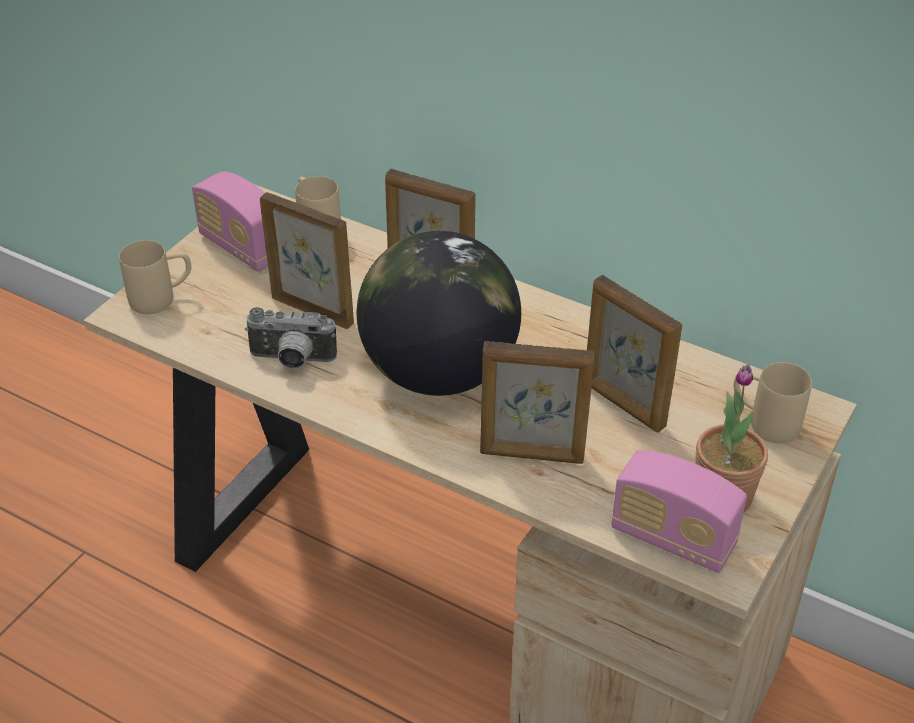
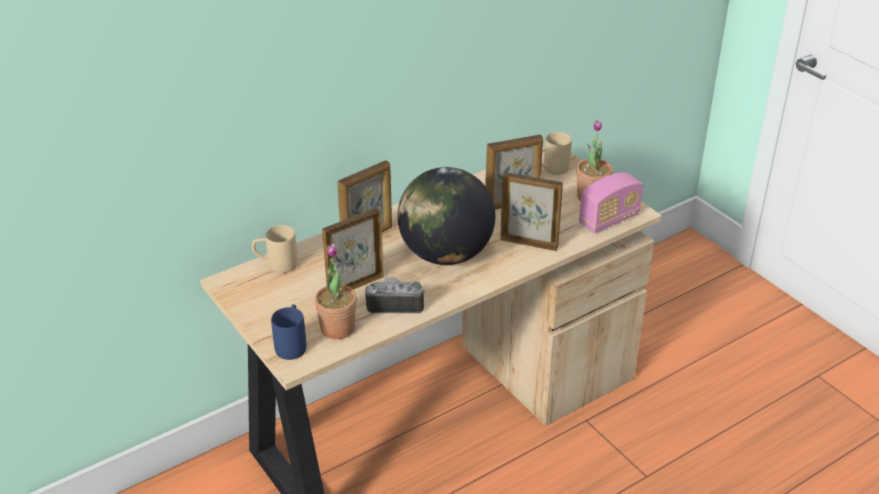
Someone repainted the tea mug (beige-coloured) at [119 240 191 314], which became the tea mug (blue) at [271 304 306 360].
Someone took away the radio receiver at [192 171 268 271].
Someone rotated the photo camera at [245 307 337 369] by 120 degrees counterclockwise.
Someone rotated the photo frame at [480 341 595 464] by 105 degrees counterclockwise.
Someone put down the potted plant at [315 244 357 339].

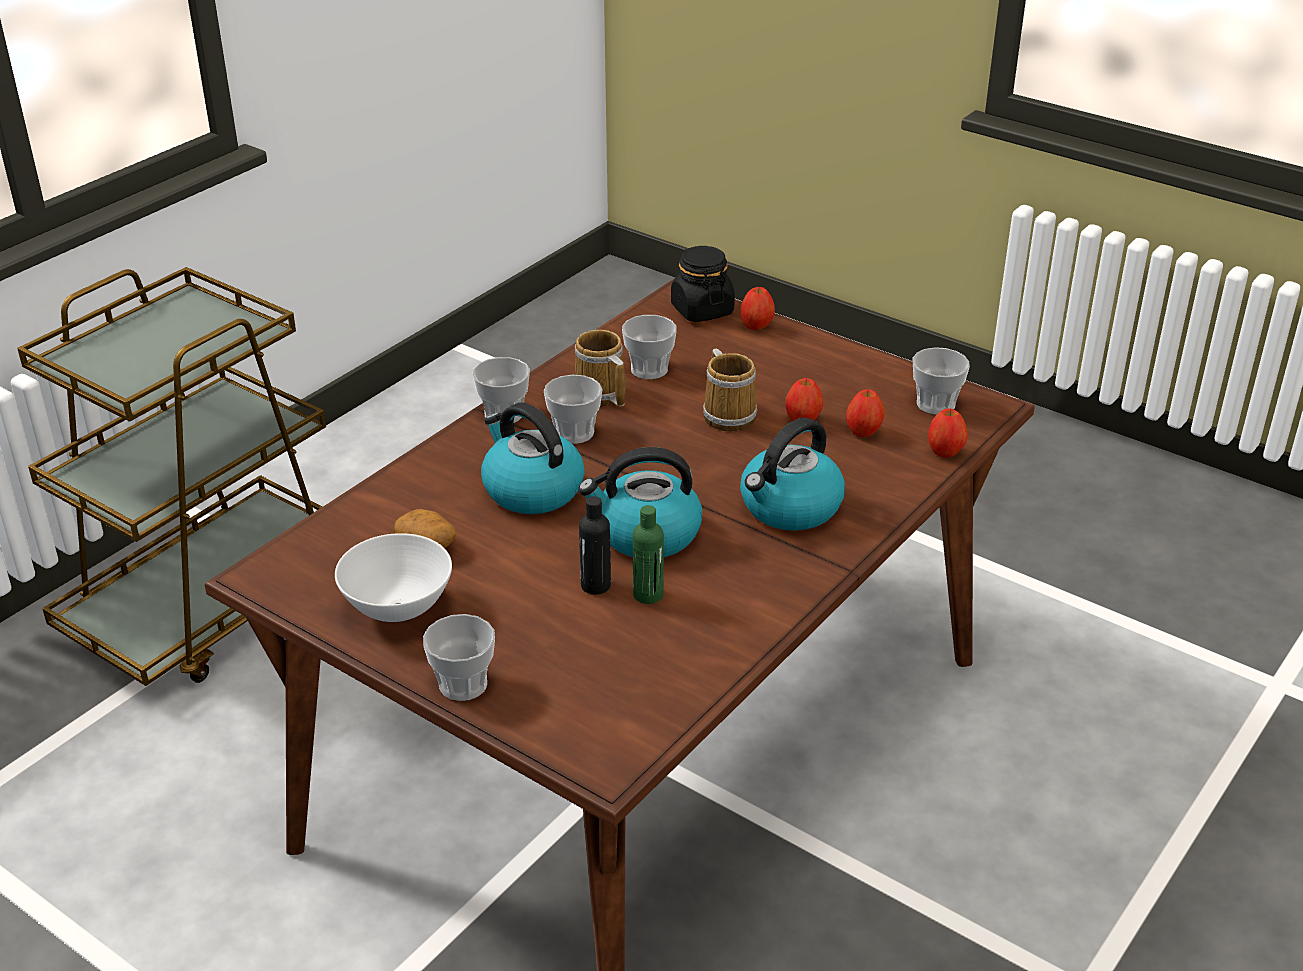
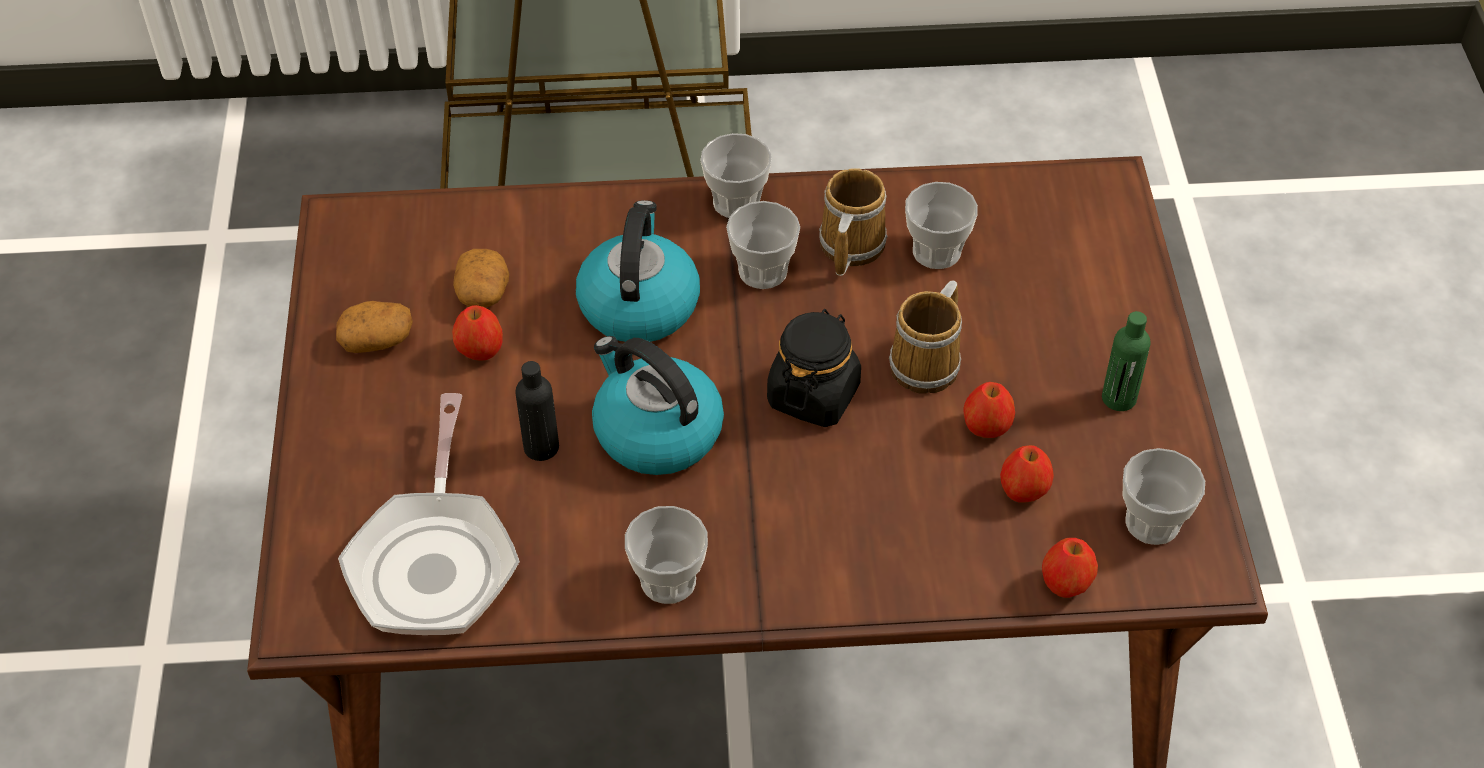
Someone swapped the deep dish (whitish) at [335 533 452 622] for the potato at [336 301 413 353].
Someone carried the cup from [423 614 495 701] to [625 506 708 604].
Someone carried the drink bottle (green-coloured) from [633 505 664 604] to [1102 311 1150 411].
Someone carried the storage jar (black-coloured) from [671 246 735 322] to [767 309 861 427].
Someone carried the apple from [740 287 775 330] to [452 305 503 361].
Someone took away the tea kettle at [740 418 845 531].
Someone put down the skillet at [338 393 520 635].

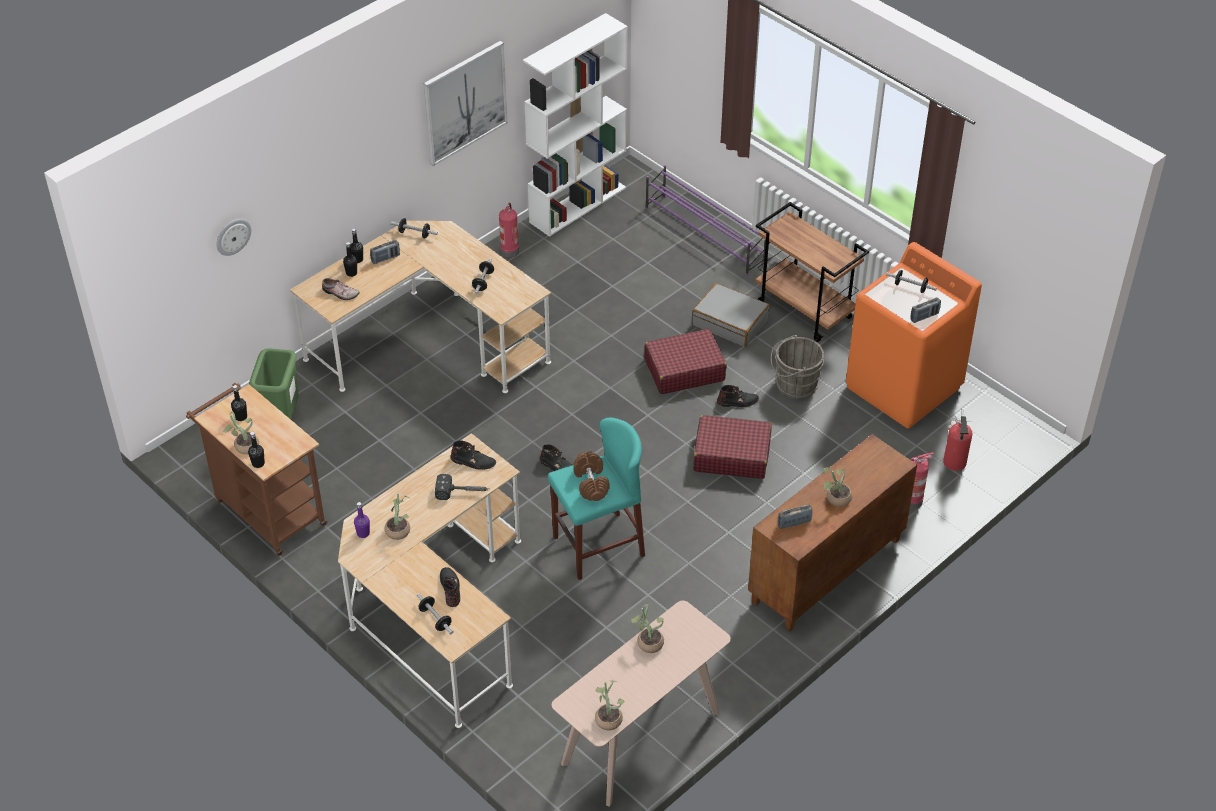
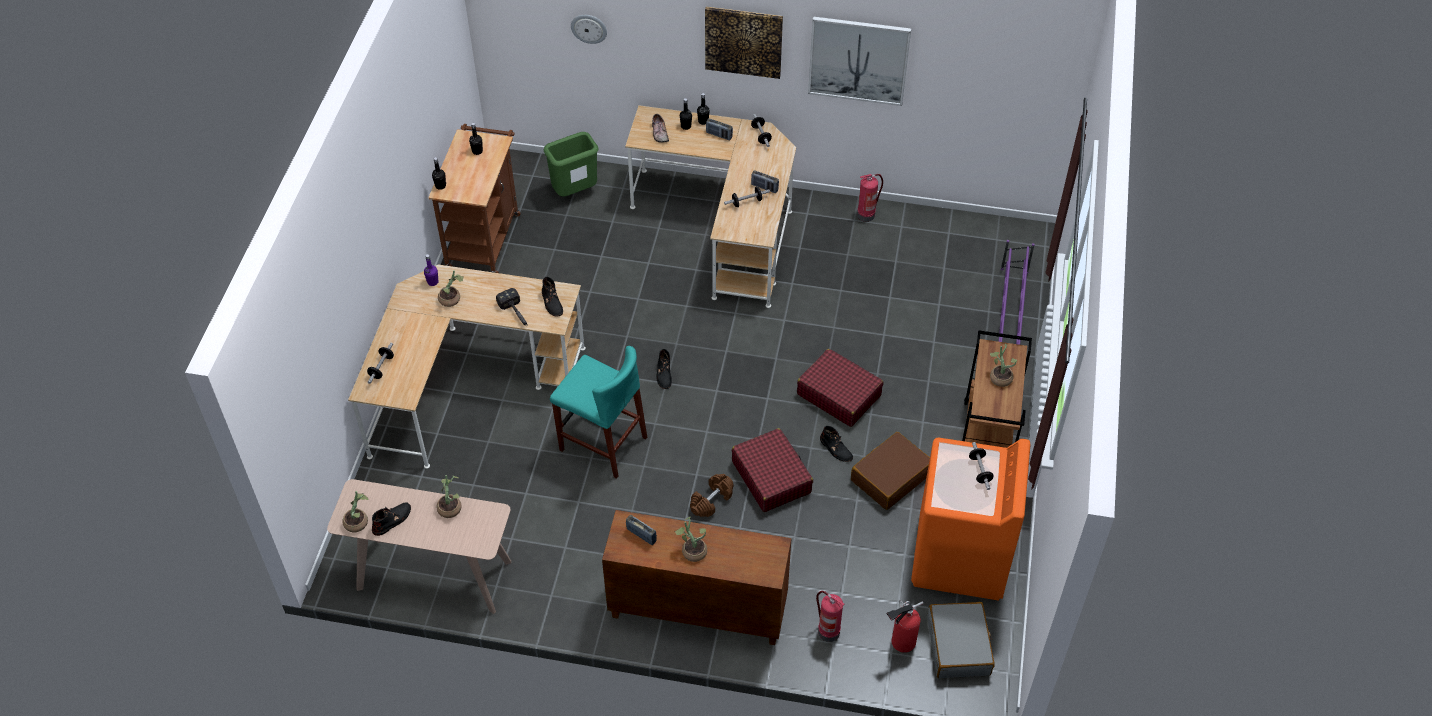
Someone carried the potted plant from [223 411 259 454] to [990 344 1017 387].
Someone carried the tall boot (black-coloured) from [440 567 460 607] to [372 502 411 536].
Someone took away the shelving unit (whitish) at [523 13 628 237].
Someone carried the free weight (brown-coloured) from [573 451 609 501] to [690 474 734 517].
Someone carried the piece of luggage (gray) from [692 283 770 347] to [927 602 995 678].
Someone swapped the pail (gray) at [771 335 824 399] for the piece of luggage (brown-coloured) at [851 432 930 510].
Someone carried the radio receiver from [910 298 941 323] to [751 170 779 193].
Someone put up the picture at [705 7 783 79].

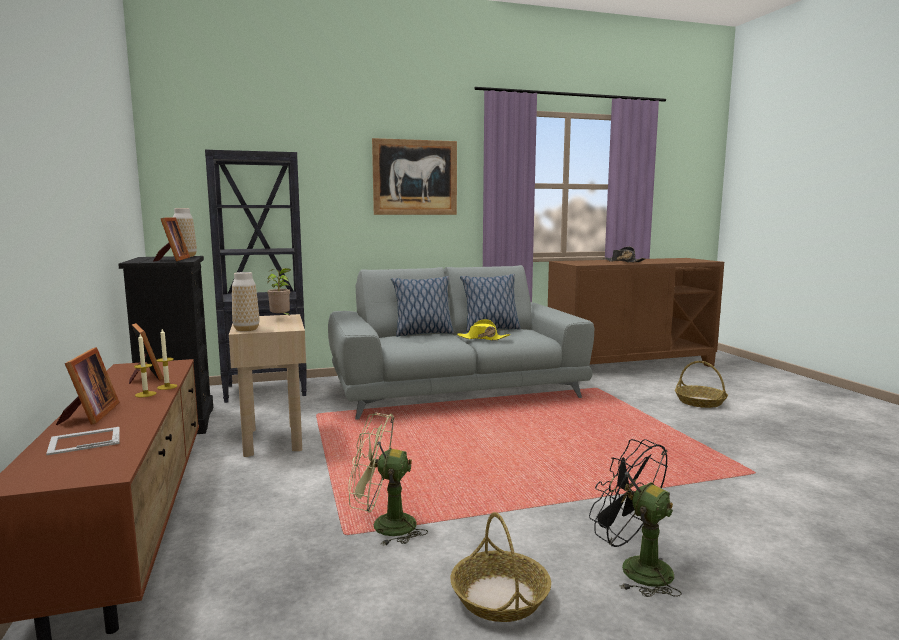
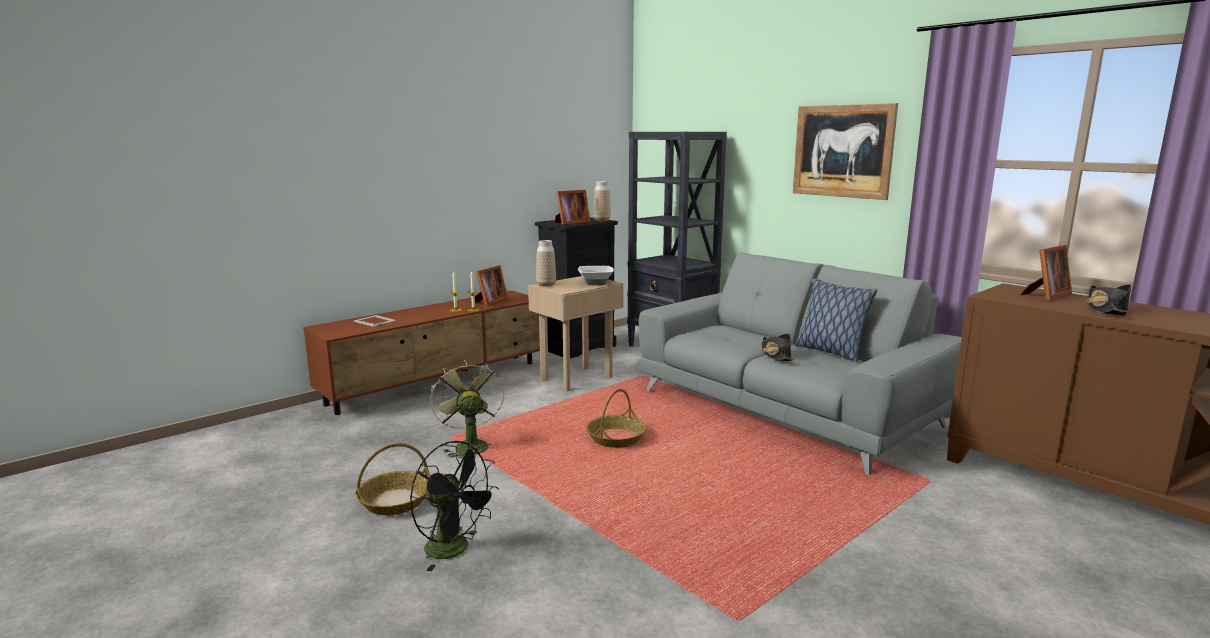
Someone carried the photo frame from [56 347 120 425] to [1020 245 1072 300].
Someone swapped the potted plant at [267 268 291 317] for the deep dish at [578 266 614 285].
Someone took away the cushion at [391 276 454 337].
Someone repainted the clothing hat (yellow-coloured) at [456 319 510 341], which became the clothing hat (black-coloured) at [761 334 794 361].
Someone rotated the cooling fan (black-coloured) at [589 439 682 597] by 105 degrees clockwise.
Someone carried the basket from [675 361 728 408] to [586 389 646 448].

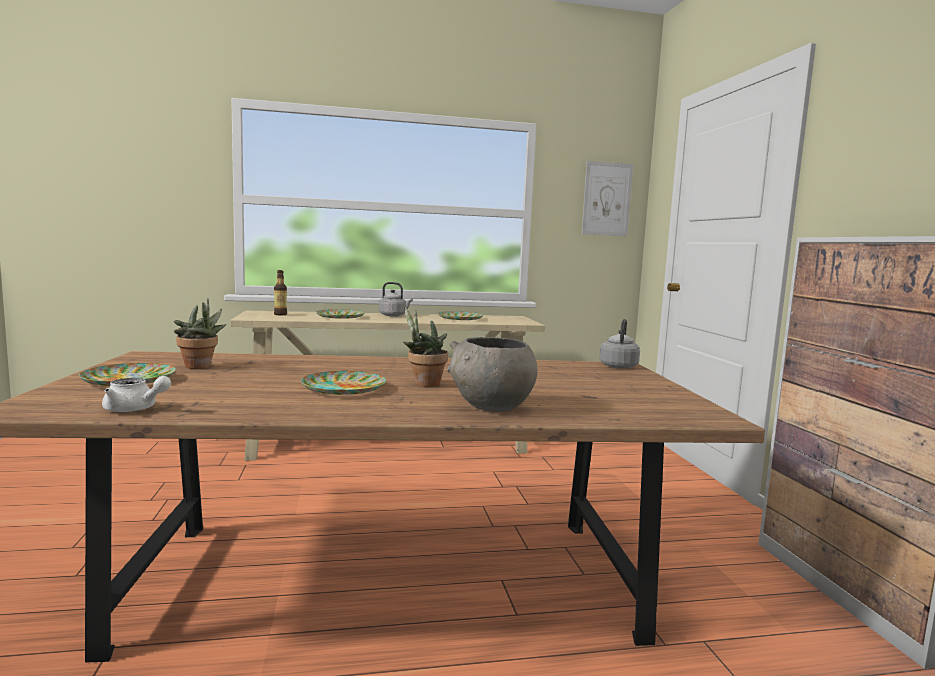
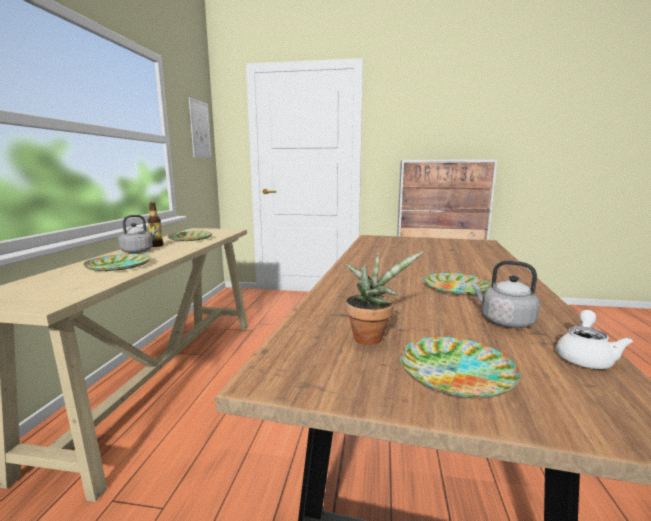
Someone carried the drink bottle from [274 270 287 315] to [148 202 163 247].
Someone took away the potted plant at [403 307 448 387].
Someone took away the deep dish (gray) at [447 337 537 412].
Someone carried the tea kettle (gray) from [600 319 640 369] to [472 260 540 328].

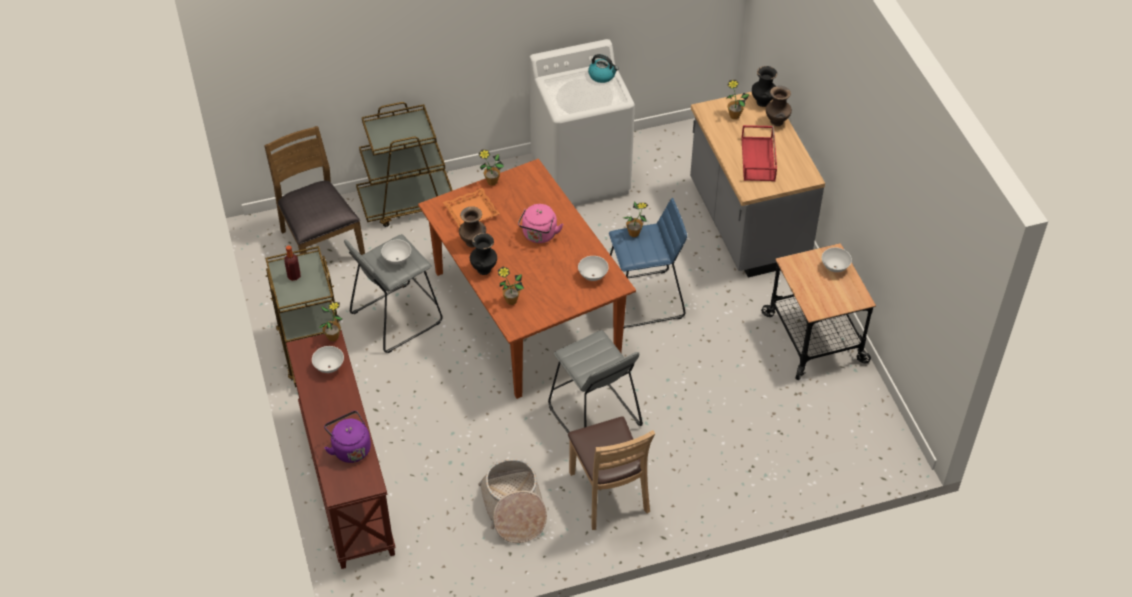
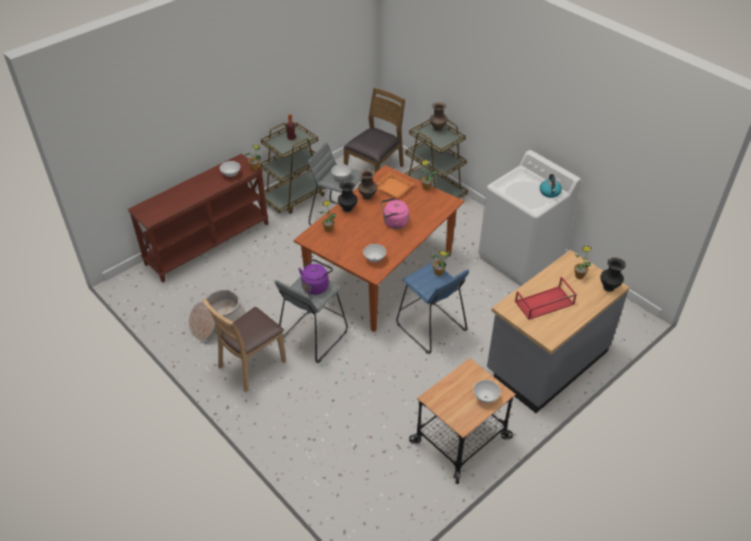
Someone carried the tea kettle (purple) from [324 411 371 463] to [298 259 333 295].
Someone carried the decorative vase (brown-coloured) from [766 86 792 126] to [430 102 447 131].

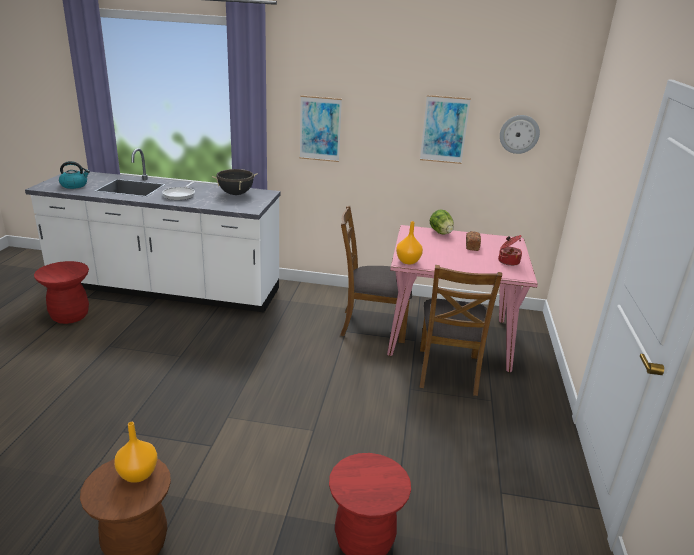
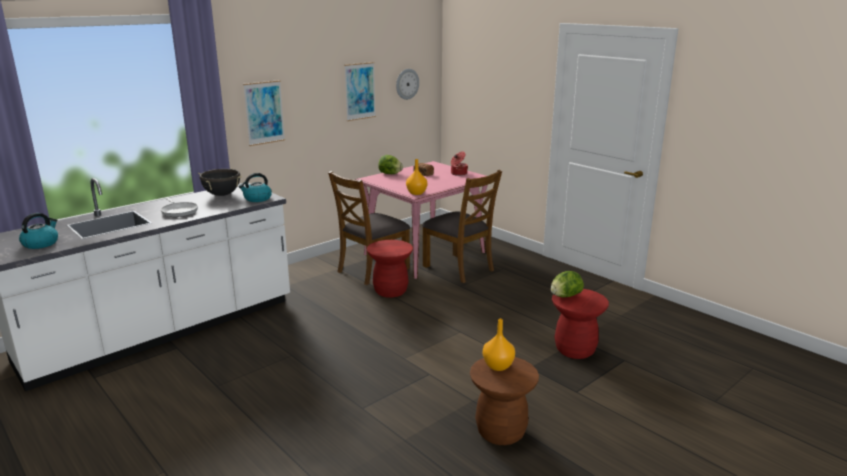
Someone carried the stool (red) from [34 261 89 324] to [367 240 413 298].
Someone put down the tea kettle at [239 173 272 202].
Someone put down the head of lettuce at [551 271 584 297].

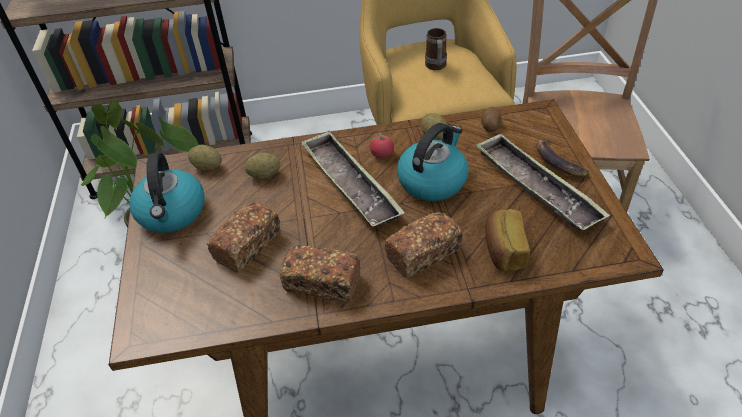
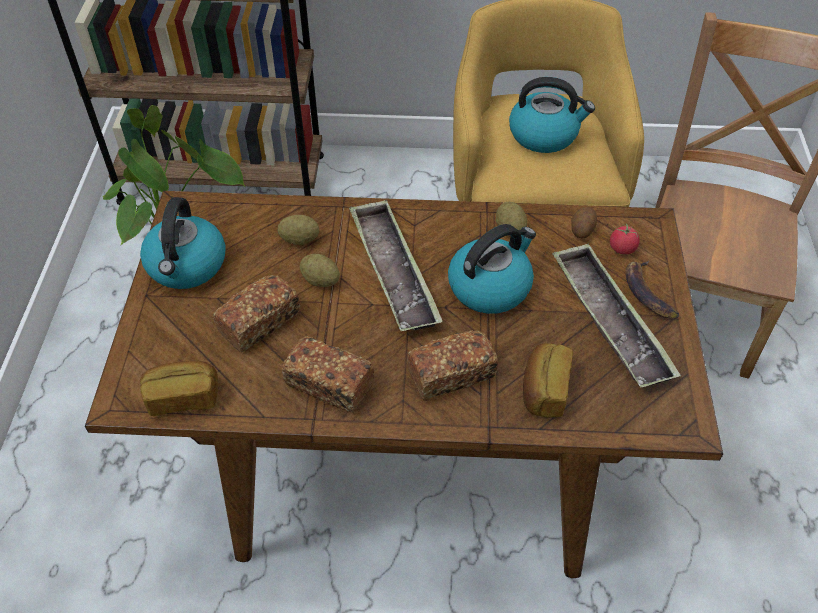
Someone carried the potato from [188 145 222 171] to [300 254 340 287].
Someone carried the tomato from [370 133 394 158] to [610 224 640 255].
Someone swapped the tea mug at [425 28 447 70] for the tea kettle at [509 77 595 153].
Someone put down the baked bread at [140 361 218 416].

